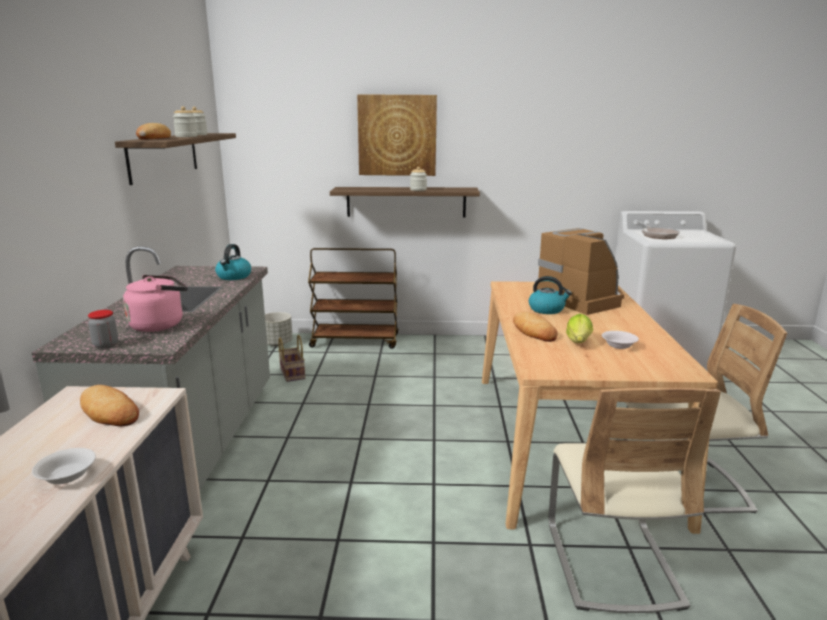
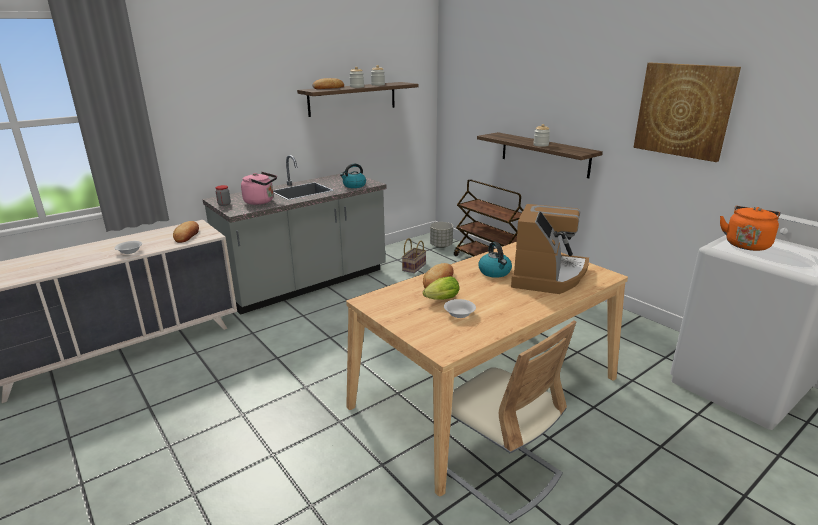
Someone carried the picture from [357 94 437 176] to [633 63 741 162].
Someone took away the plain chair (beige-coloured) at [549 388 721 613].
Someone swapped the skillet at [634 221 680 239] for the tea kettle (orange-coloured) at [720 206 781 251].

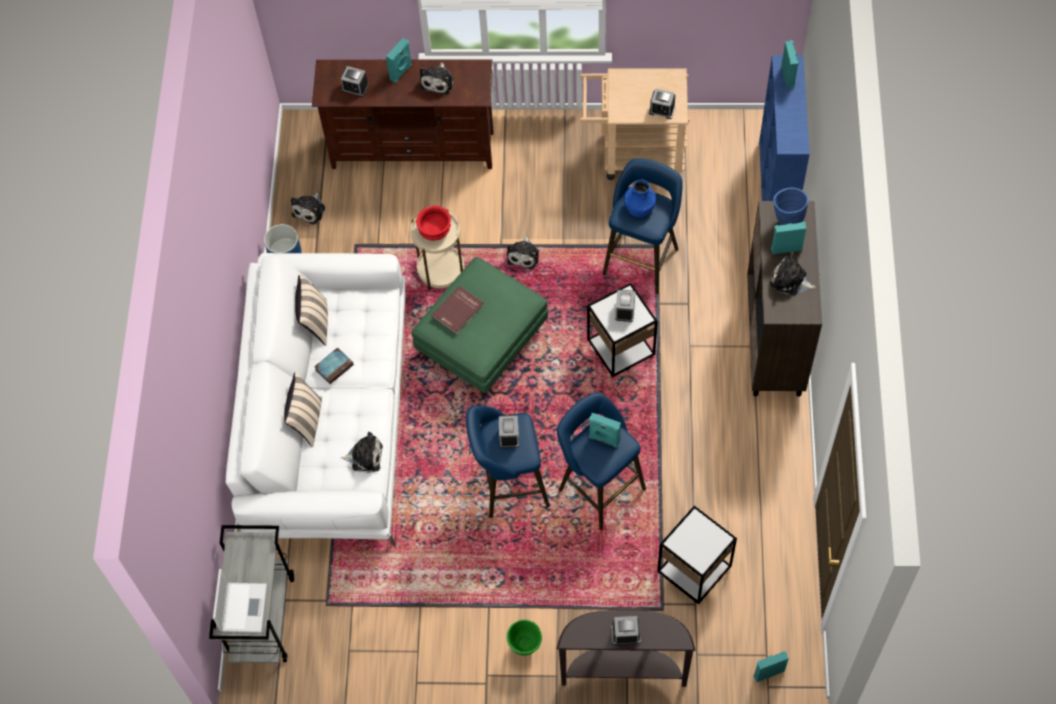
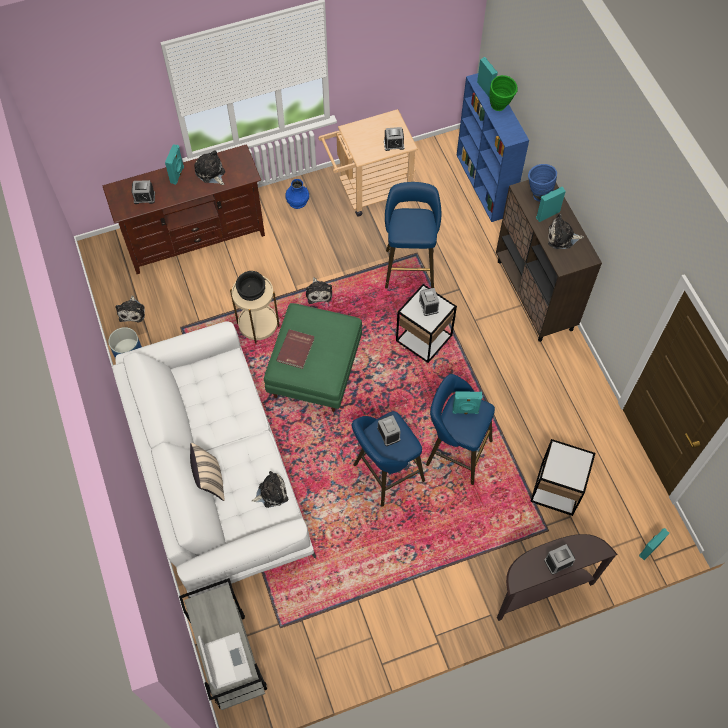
Someone took away the cushion (beige-coloured) at [295 275 328 346].
Someone took away the bound book at [314 347 354 384].
Someone repainted the deep dish (red) at [416 206 451 241], which became the deep dish (black-coloured) at [236 271 265 301].
Someone rotated the soft toy at [420 62 454 95] by 150 degrees clockwise.
Someone carried the decorative vase (green-coloured) from [507 620 542 656] to [489 75 518 111].
Someone carried the decorative vase (blue) from [624 179 656 217] to [285 179 309 209].

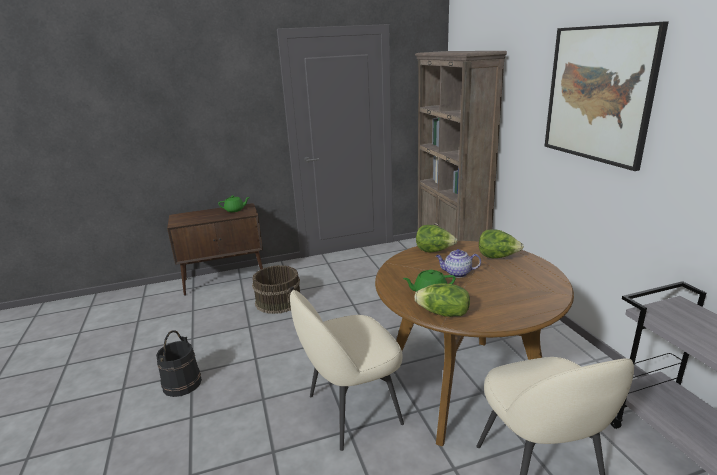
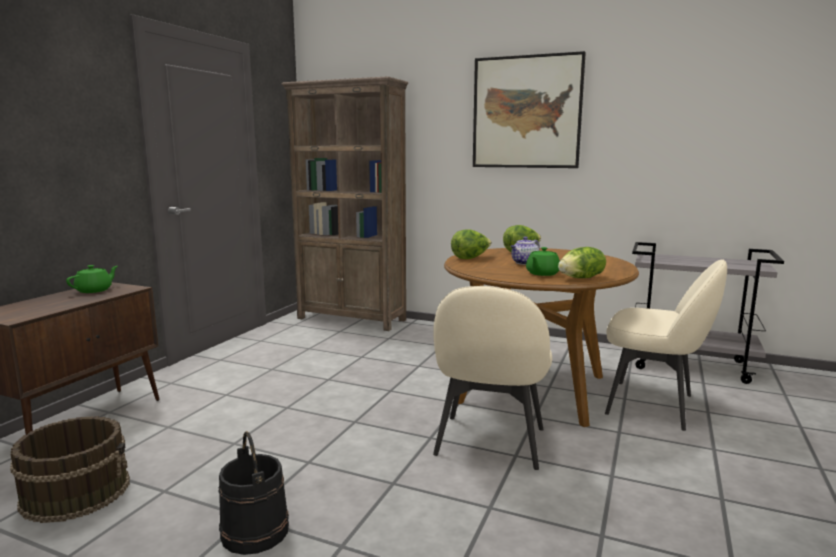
Someone carried the pail (brown-coloured) from [252 265 300 314] to [10 416 130 523].

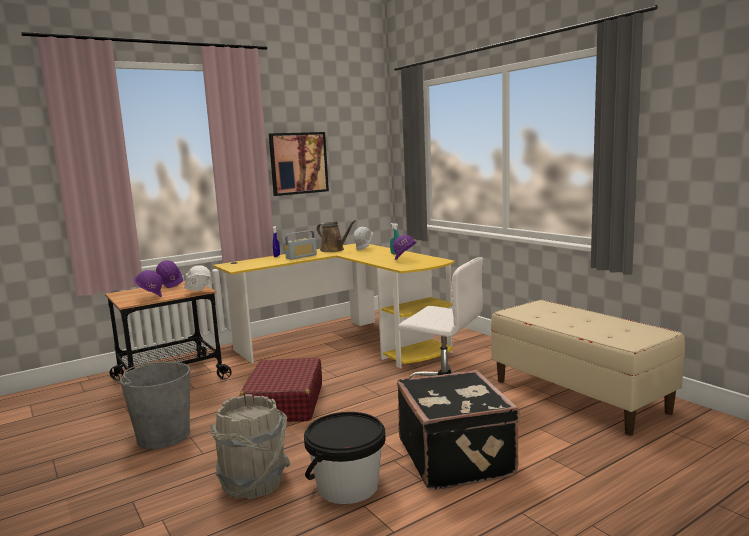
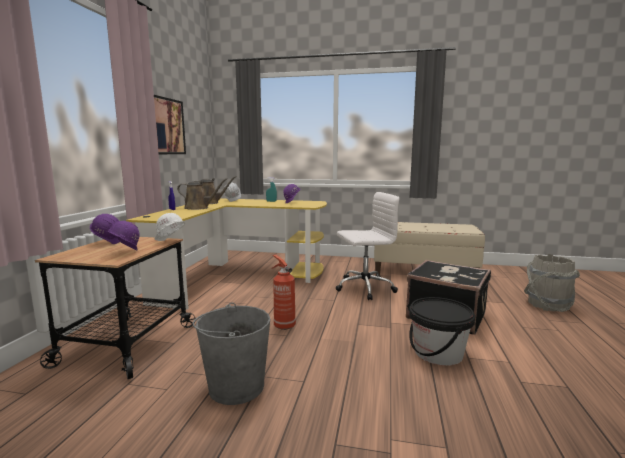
Someone carried the pail (gray) from [210 394 290 499] to [524 254 580 312].
Someone swapped the piece of luggage (red) at [240 358 322 422] for the fire-fighting cylinder at [271 255 296 330].
Someone swapped the radio receiver at [285 230 317 260] for the sprinkling can (brown-coloured) at [177 178 227 210].

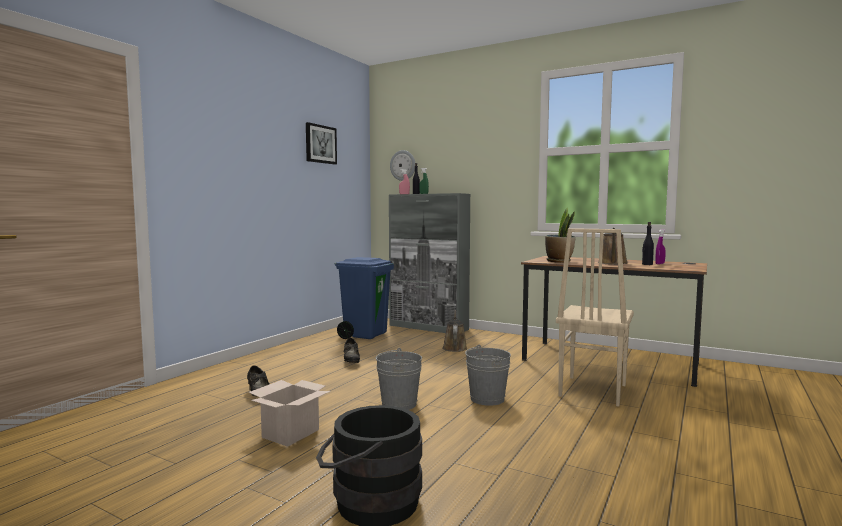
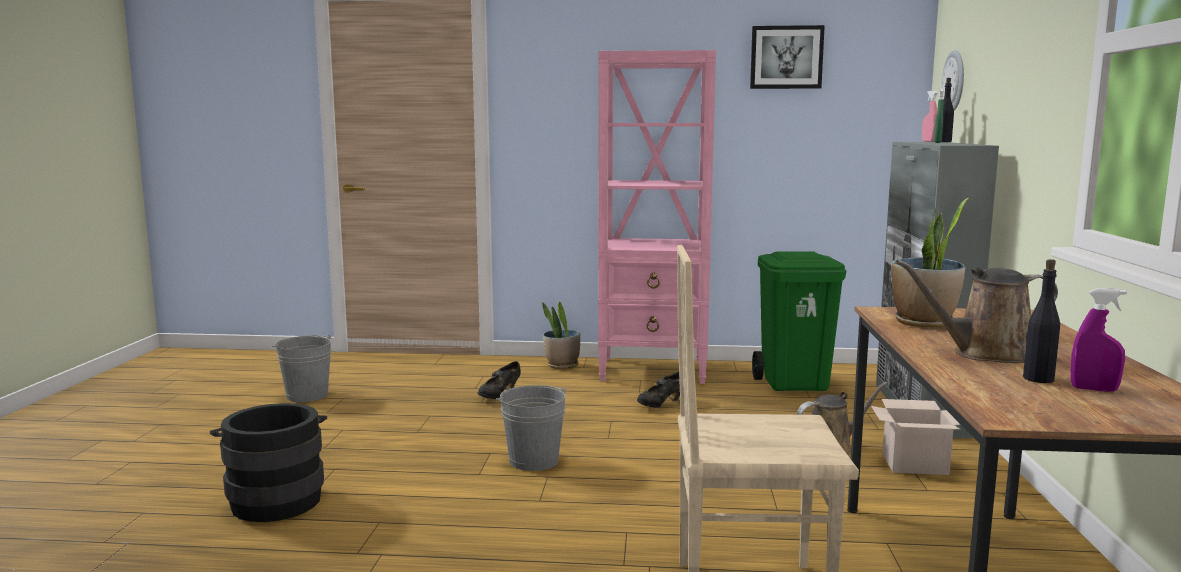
Someone carried the cardboard box from [249 380 331 447] to [871 399 961 475].
Someone repainted the trash can (blue) at [335 257 394 339], which became the trash can (green-coloured) at [752 251 846 391].
Someone carried the pail (gray) from [465 344 511 406] to [273 334 332 402].
Someone put down the potted plant at [542 302 580 369].
Someone put down the shelving unit (pink-coloured) at [598 50 716 384].

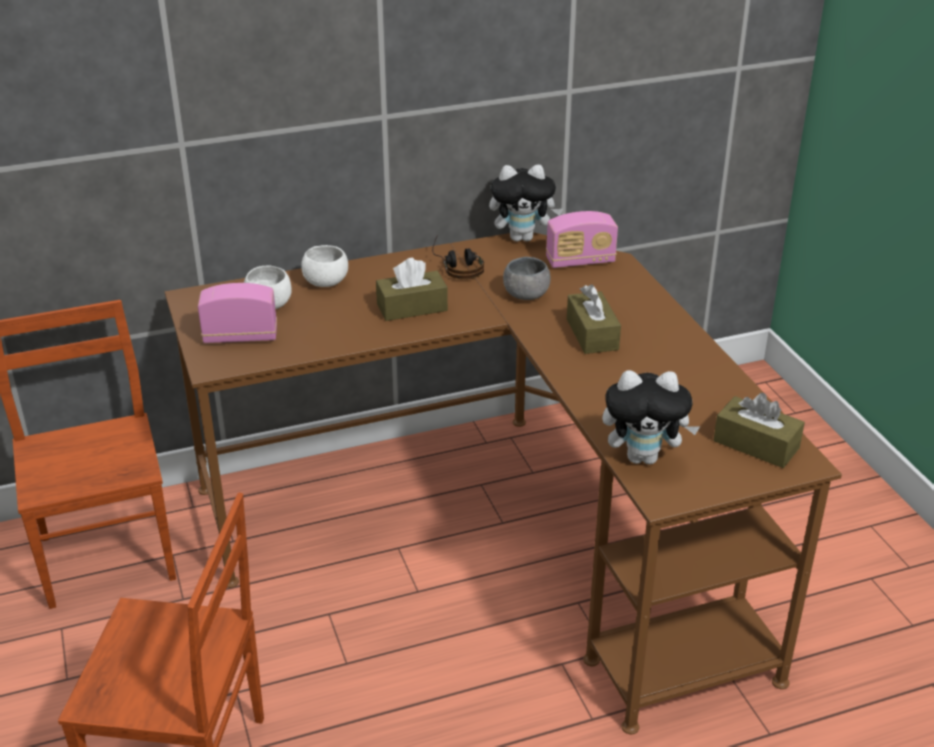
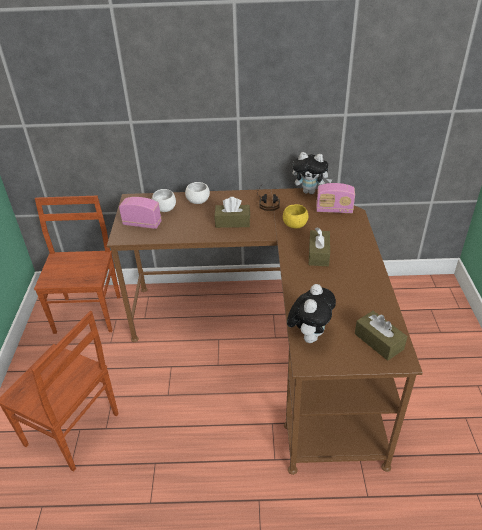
Someone repainted the deep dish (gray) at [503 257 551 300], which became the deep dish (yellow-coloured) at [283 204 308 229].
Someone rotated the soft toy at [602 370 700 465] by 90 degrees counterclockwise.

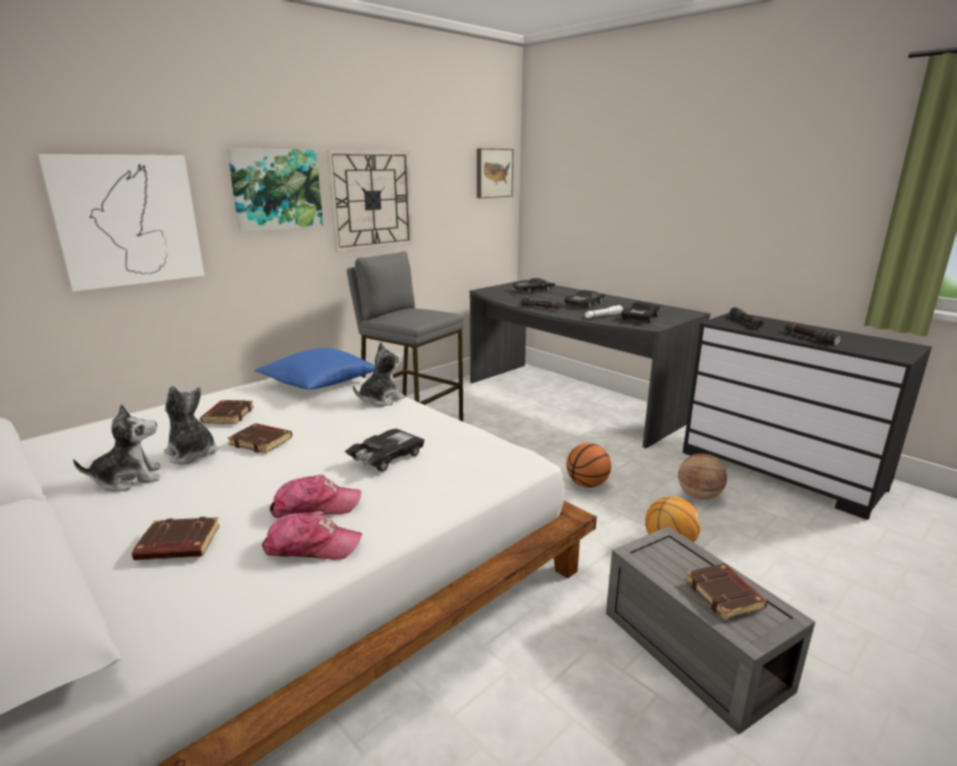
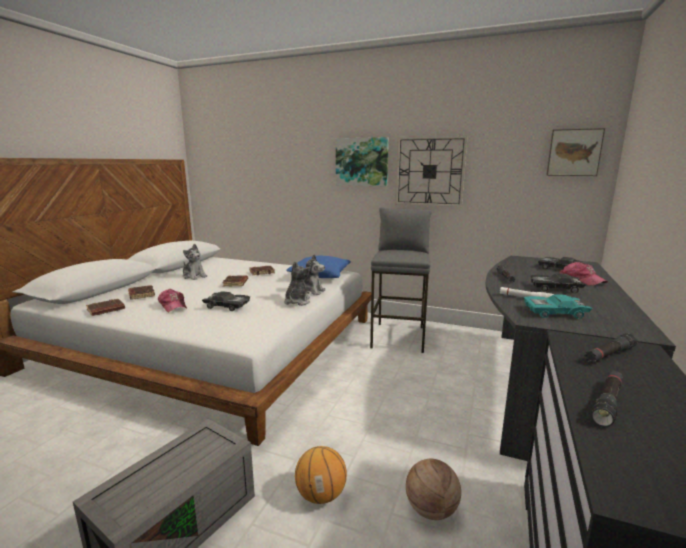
Someone took away the picture at [37 154 205 292].
Someone carried the soft toy from [164 386 218 465] to [284 261 310 306].
Someone carried the peaked cap from [262 511 362 560] to [560 262 608 286].
Someone took away the basketball at [566 443 611 488].
Someone repainted the model car (black-coloured) at [621 302 660 323], which became the model car (turquoise) at [524 294 592 319].
Someone carried the bound book (brown-coloured) from [685 564 767 620] to [86 299 125 316].

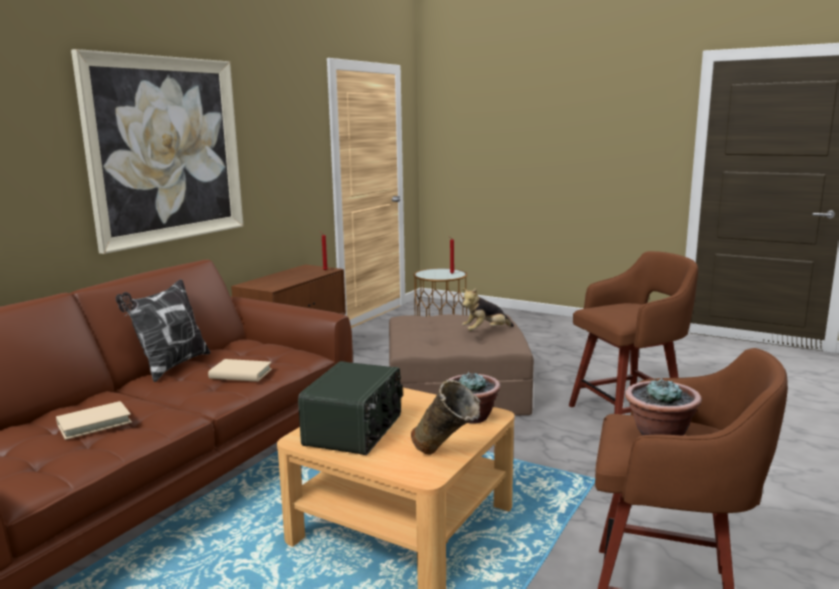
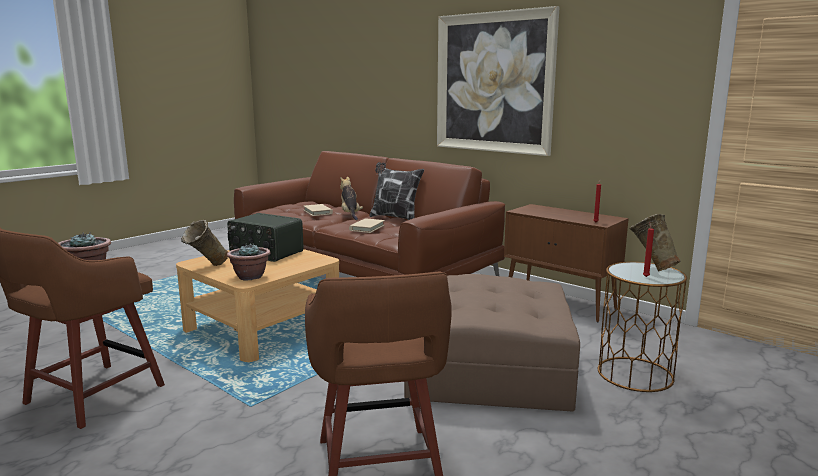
Someone carried the soft toy from [462 288 514 331] to [340 176 363 220].
Someone put down the decorative vase (beige-coloured) at [629 214 680 271].

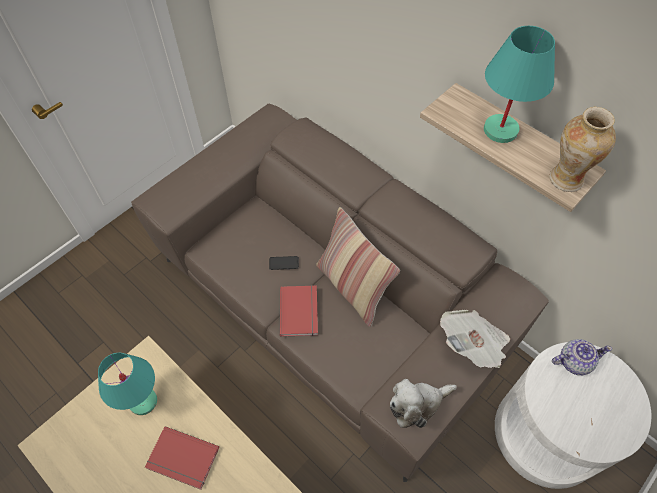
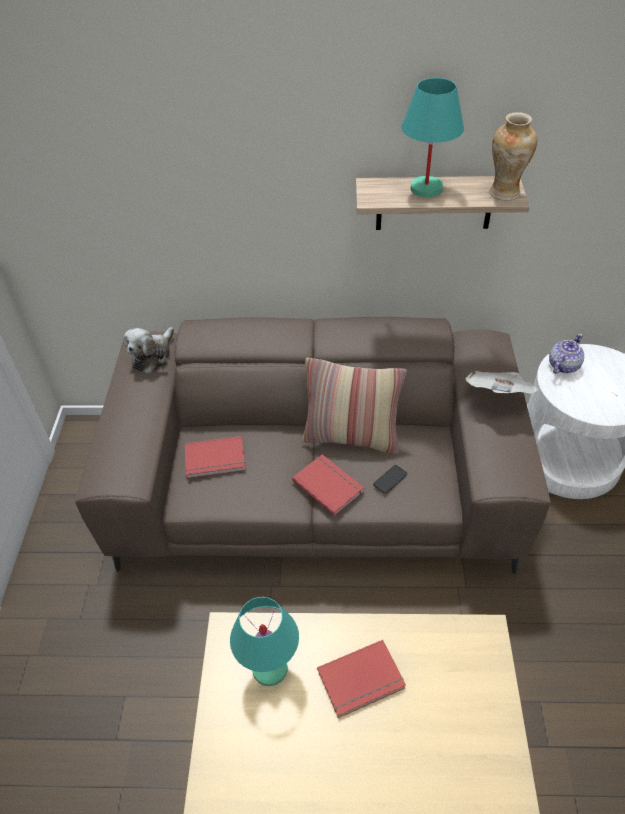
Someone carried the telephone from [269 256 299 270] to [373 465 407 494].
Someone carried the soft toy from [390 379 457 428] to [124 327 174 374].
Someone put down the bound book (red) at [185 436 245 479].

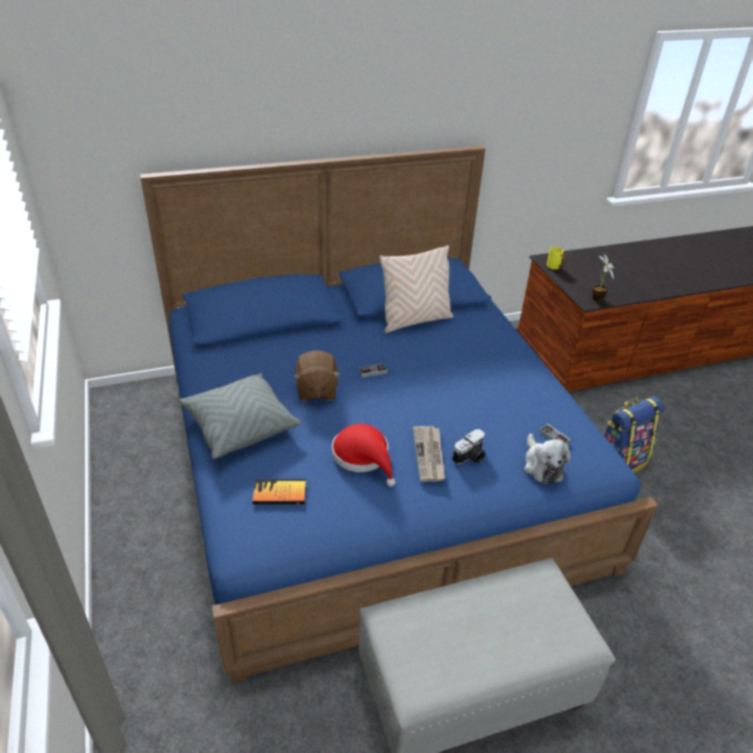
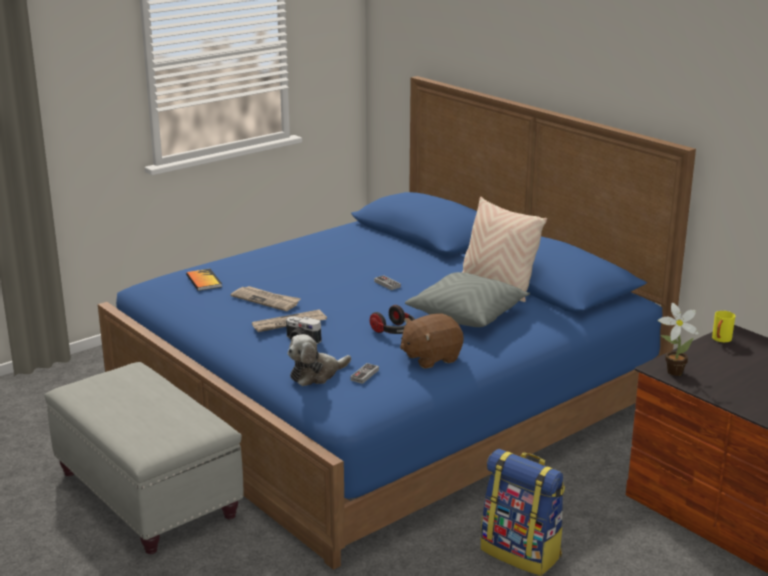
Someone carried the cushion (gray) from [179 373 301 459] to [405 272 530 327].
Someone carried the soft toy (brown-coloured) from [293 351 340 401] to [400 313 464 369].
Someone swapped the clothing hat (red) at [332 424 395 487] for the printed paper at [231 286 301 311].
Someone put down the headset at [370 305 415 334].

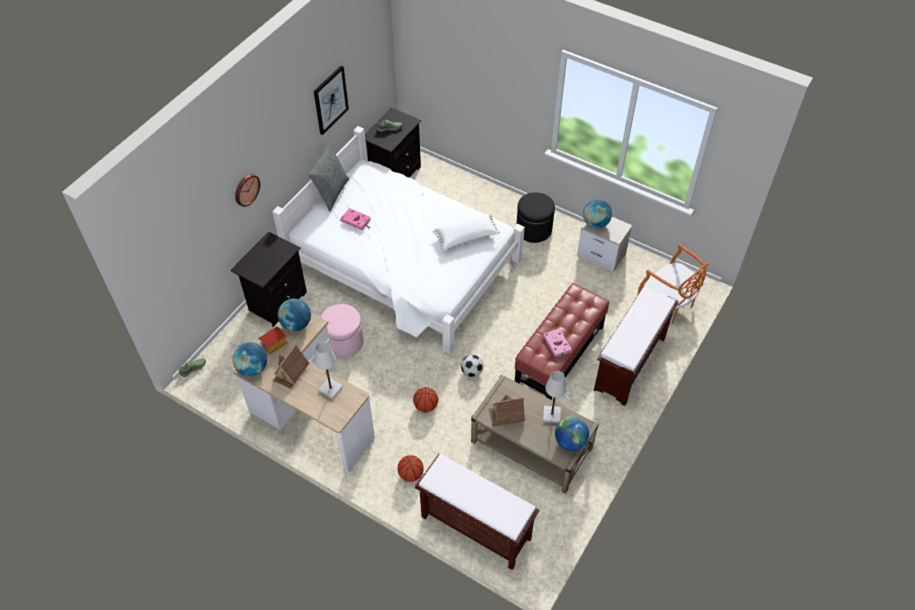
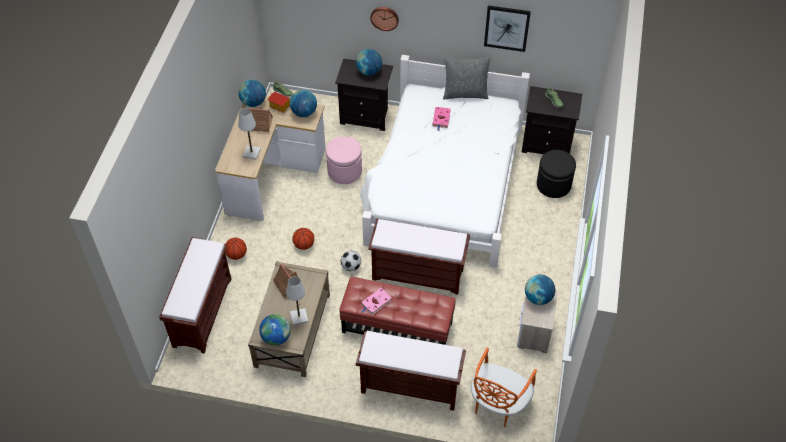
Someone took away the cushion (whitish) at [433 214 500 250].
Someone carried the ottoman (black-coloured) from [516 192 555 243] to [537 150 576 198].
Someone put down the desk globe at [356 49 382 76].
Someone put down the indoor bench (brown-coloured) at [368 218 470 295].

